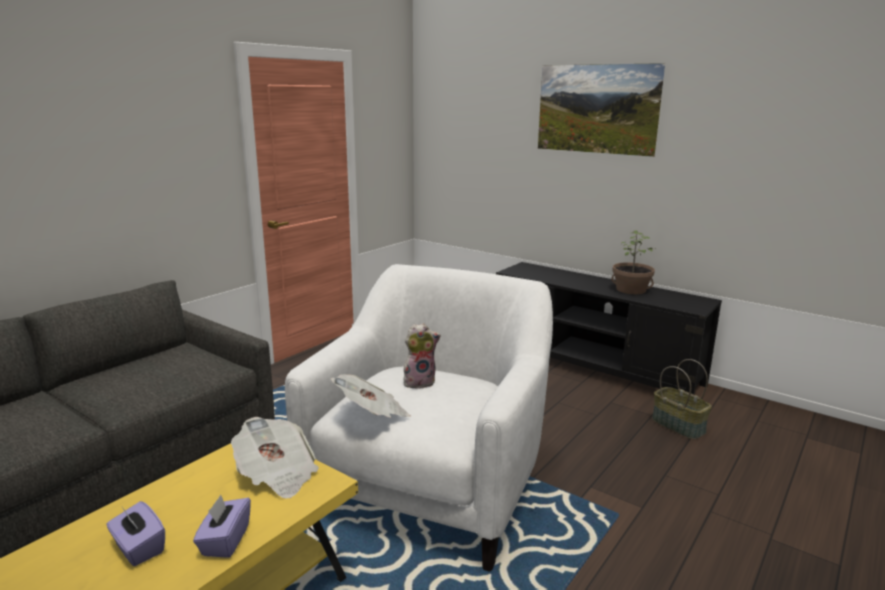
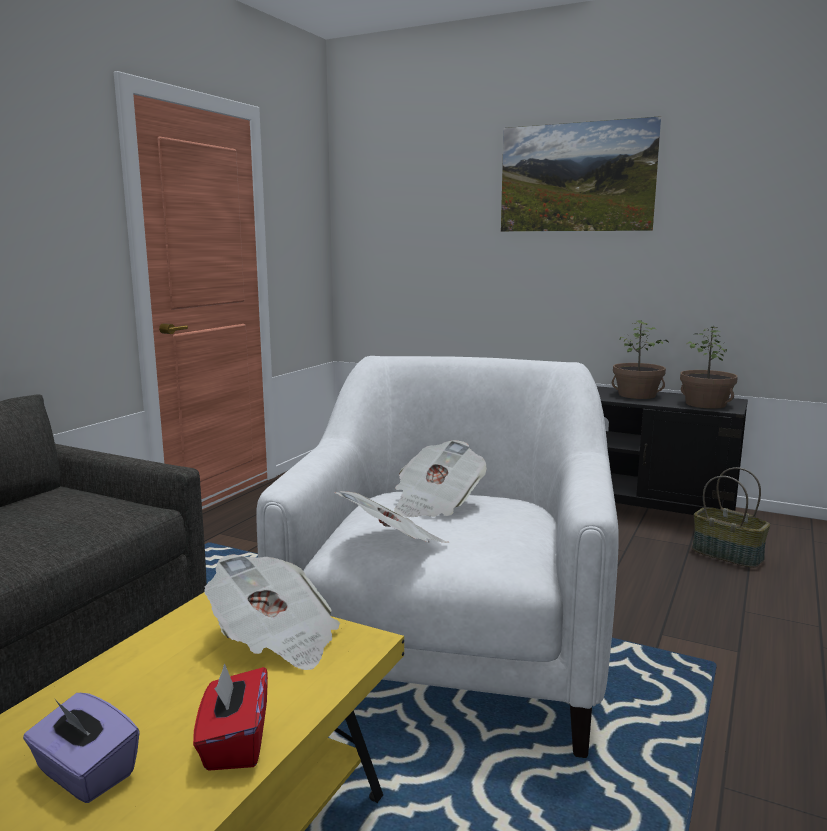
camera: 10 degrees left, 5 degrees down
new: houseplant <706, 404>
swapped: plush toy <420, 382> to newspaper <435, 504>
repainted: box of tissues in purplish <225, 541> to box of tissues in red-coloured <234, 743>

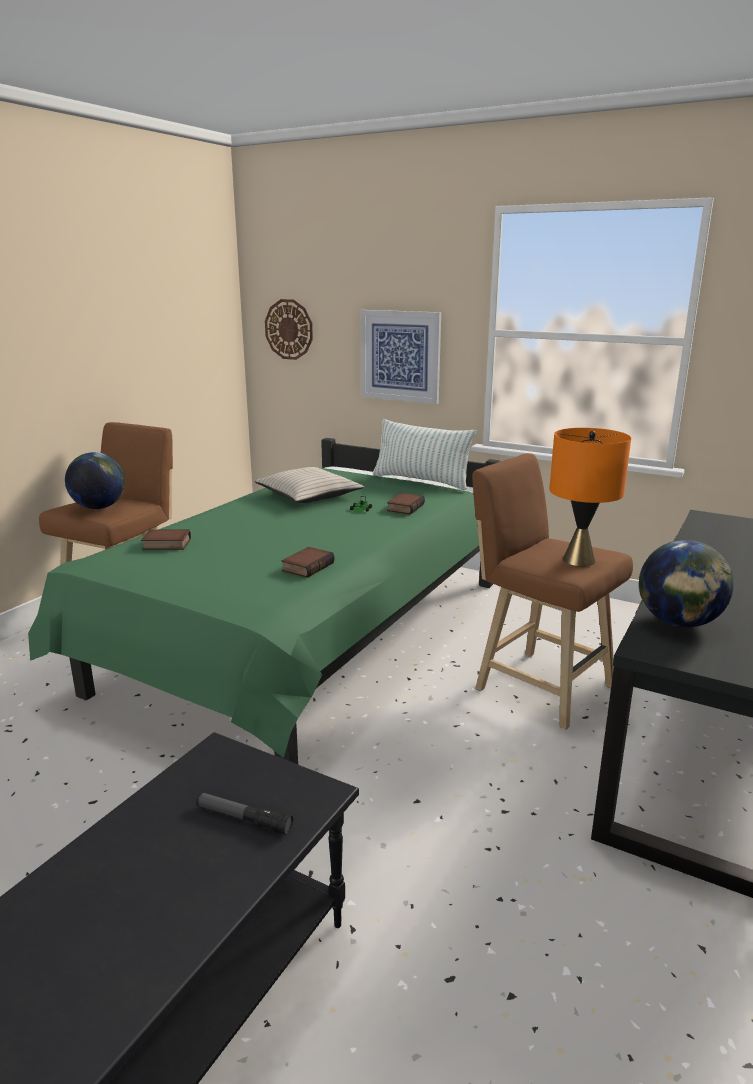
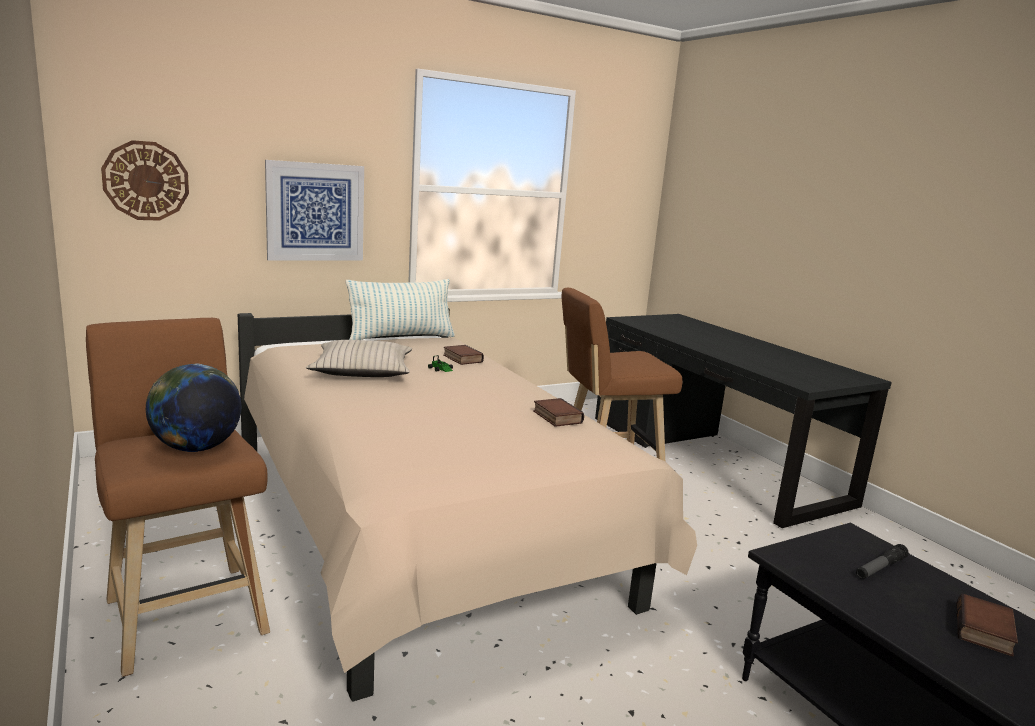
camera: 60 degrees left, 5 degrees down
gone: lamp for a table in orange <579, 560>; globe <678, 623>
shifted: bound book <165, 545> to <986, 631>
repainted: bed in green <305, 639> to bed in beige <418, 525>

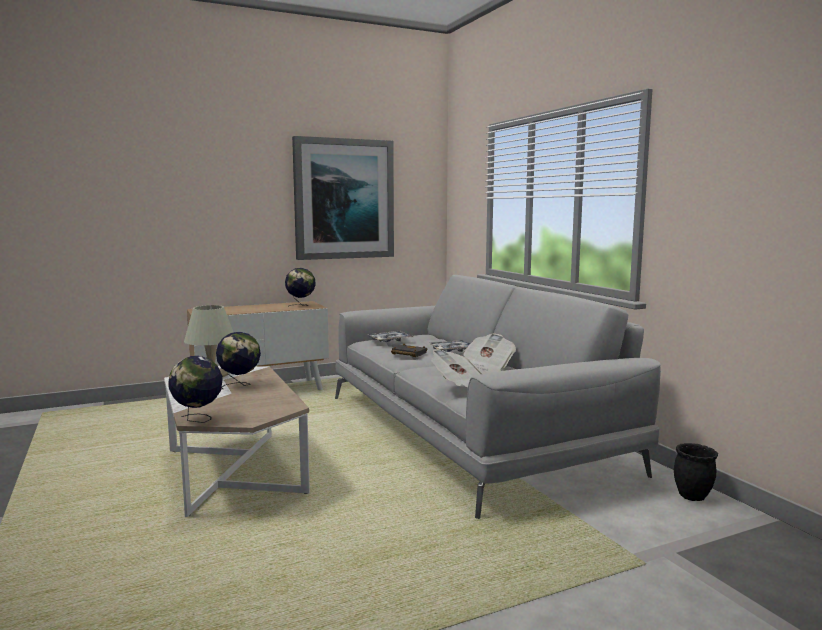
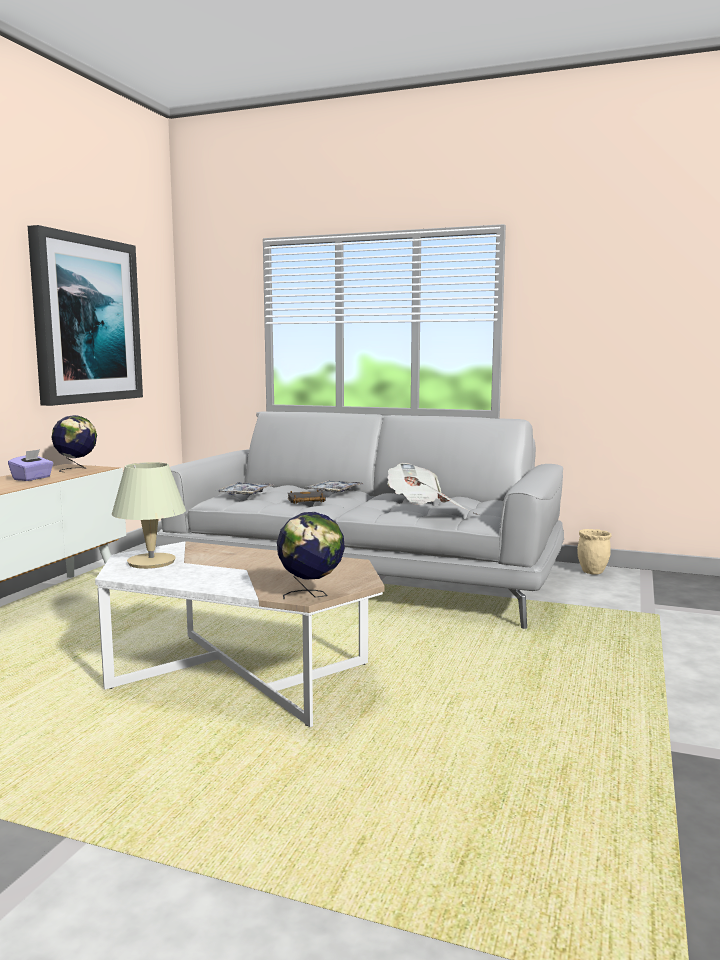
camera: 45 degrees left, 0 degrees up
gone: globe <240, 385>
new: box of tissues in purplish <32, 478>
repainted: plant pot in blackish <693, 497> to plant pot in beige <593, 572>

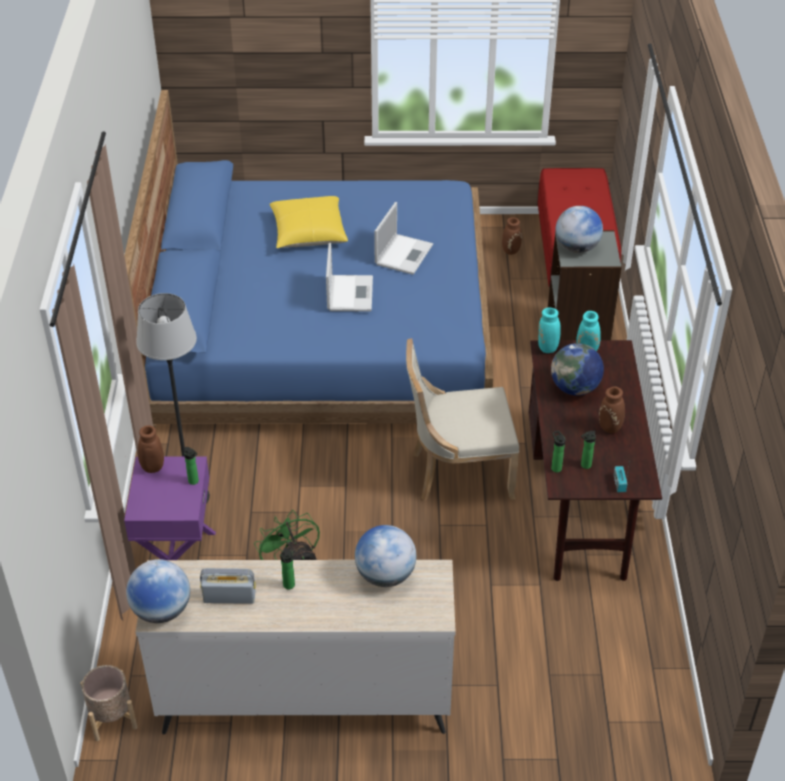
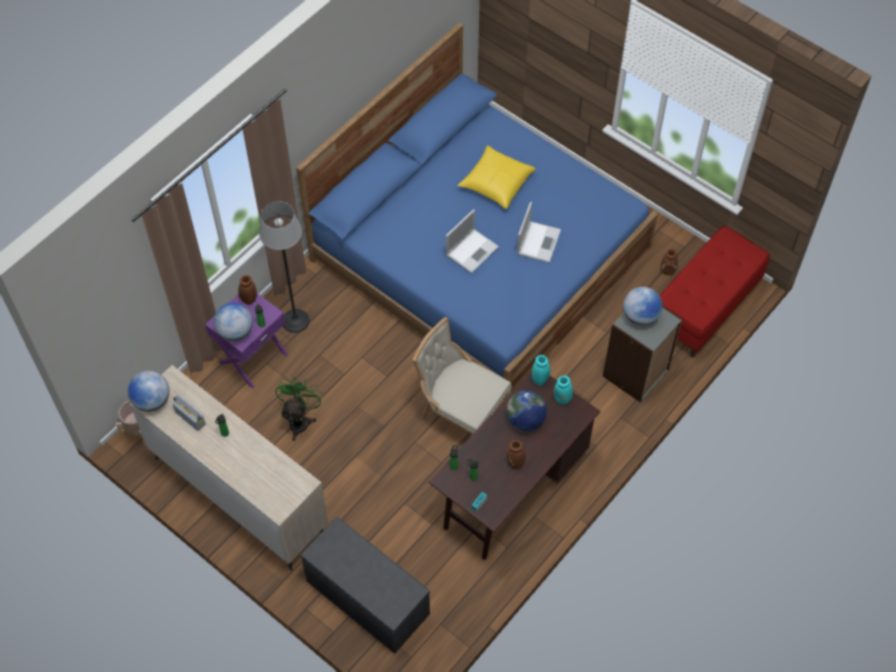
camera: 40 degrees right, 15 degrees up
new: indoor bench in greyish <366, 597>
shifted: globe <385, 575> to <235, 332>
rotated: notebook computer <404, 254> = <538, 241> 45 degrees counterclockwise

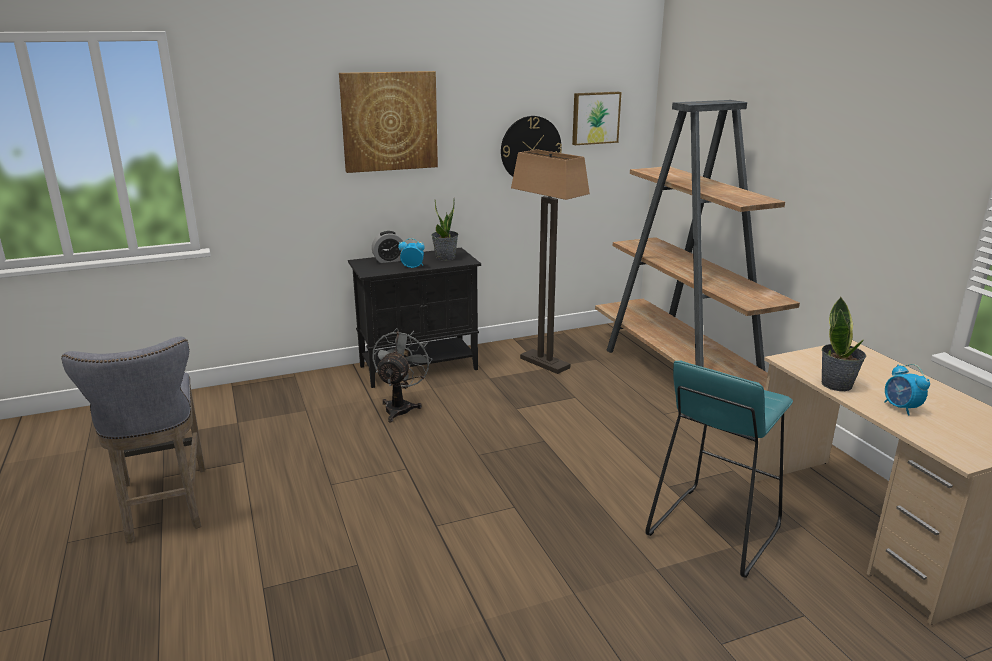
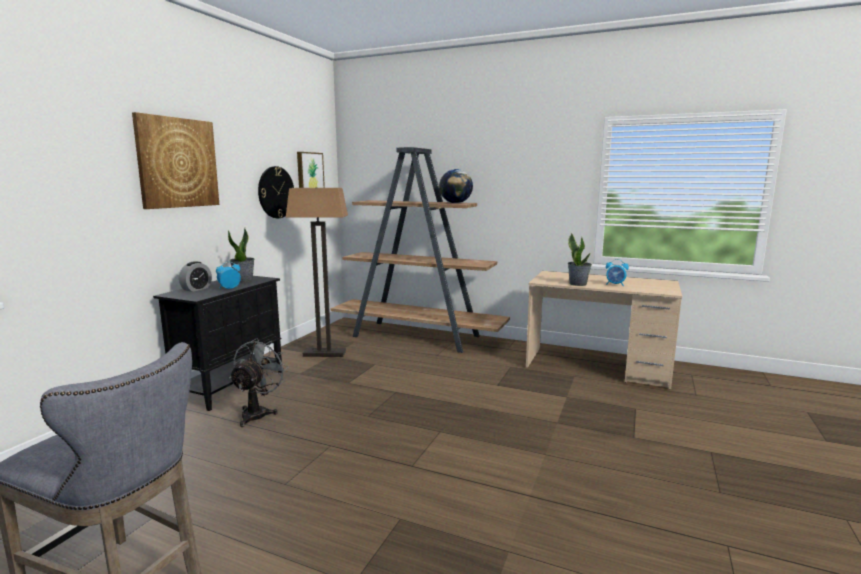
camera: 45 degrees left, 10 degrees down
gone: sitting stool in blue-green <713, 530>
new: globe <455, 203>
rotated: electric fan in greyish <401, 407> = <258, 413> 45 degrees clockwise

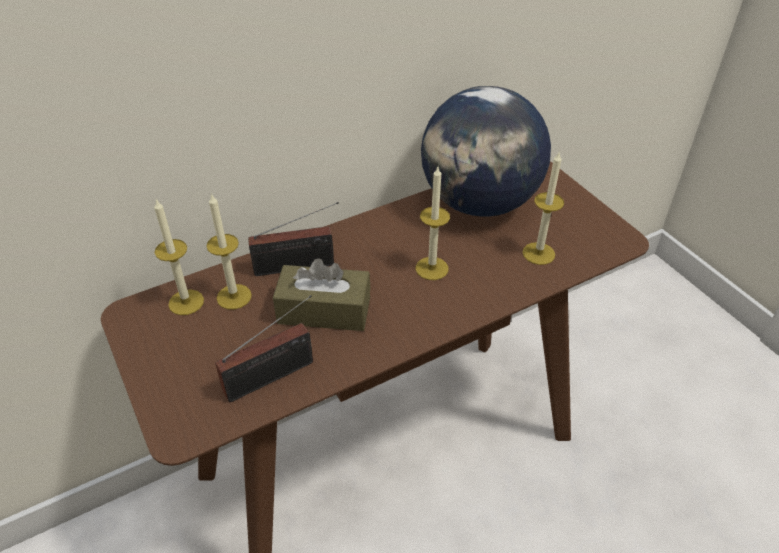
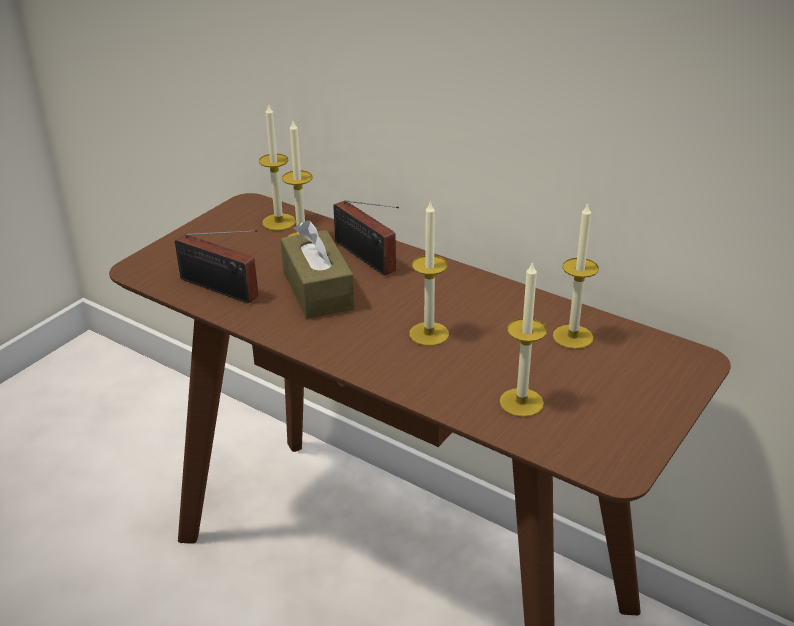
camera: 65 degrees right, 10 degrees down
swapped: globe <478, 203> to candle <572, 337>

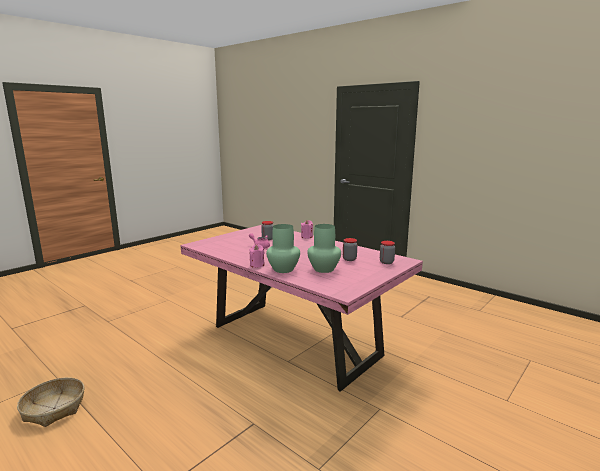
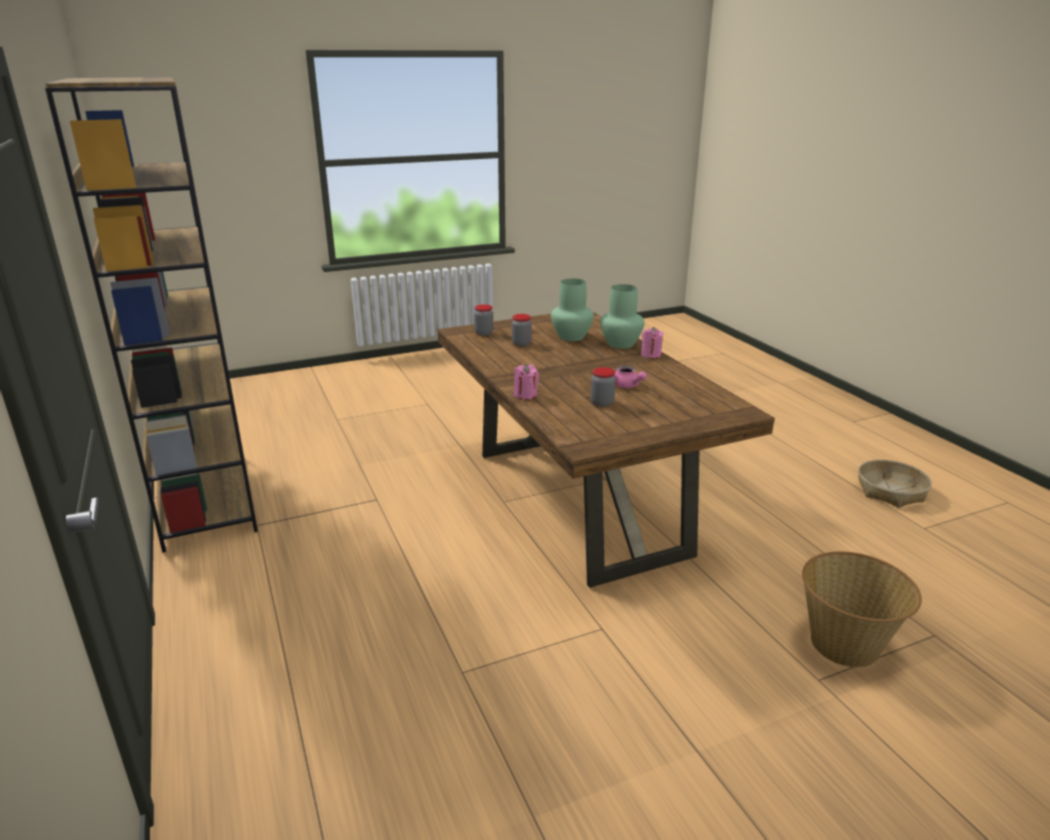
camera: 155 degrees left, 10 degrees up
new: bookcase in brown-coloured <205, 499>; storage basket <846, 644>
repainted: dinner table in pink-coloured <293, 341> to dinner table in brown-coloured <579, 502>

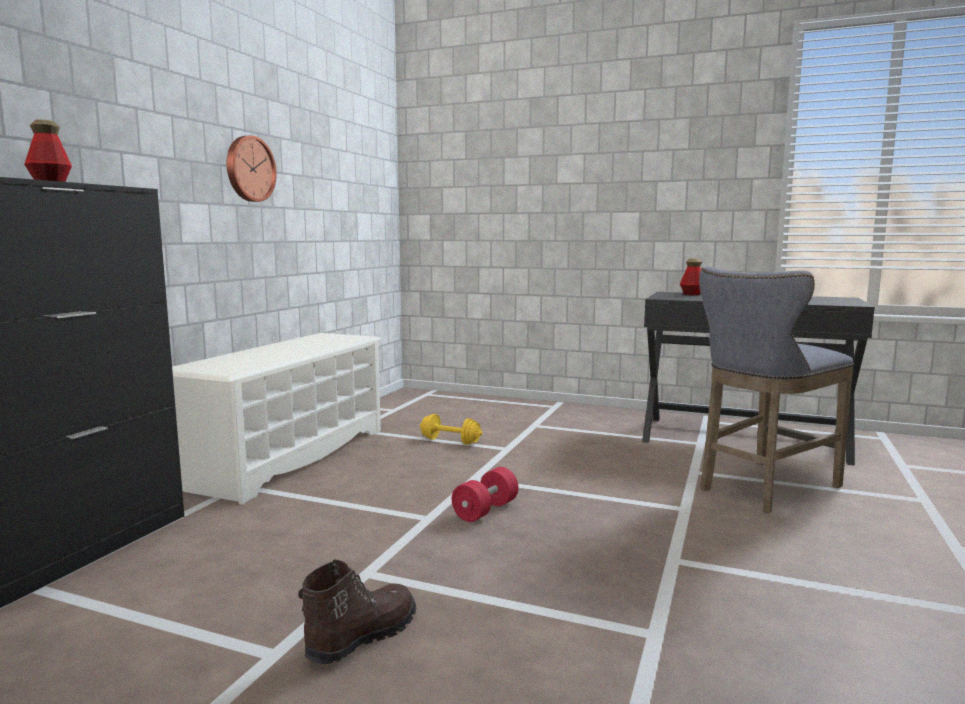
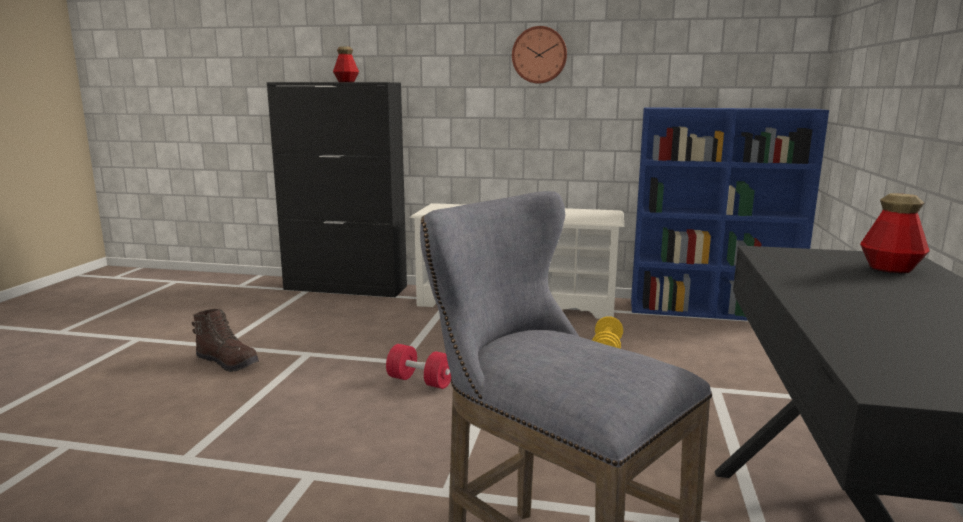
camera: 80 degrees right, 5 degrees up
new: bookcase in blue <712, 311>

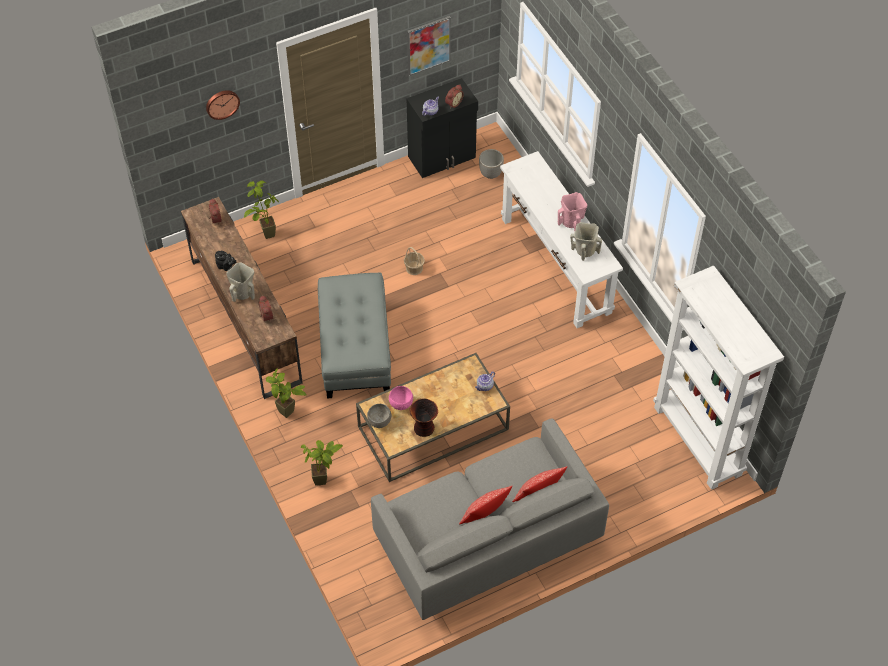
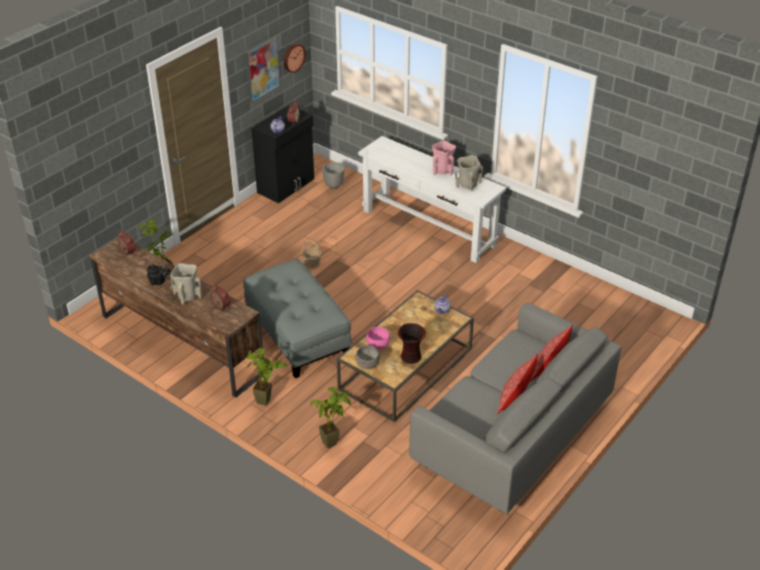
camera: 25 degrees left, 15 degrees down
gone: bookcase in white <698, 441>
shifted: clock on the wall <222, 103> to <293, 57>

